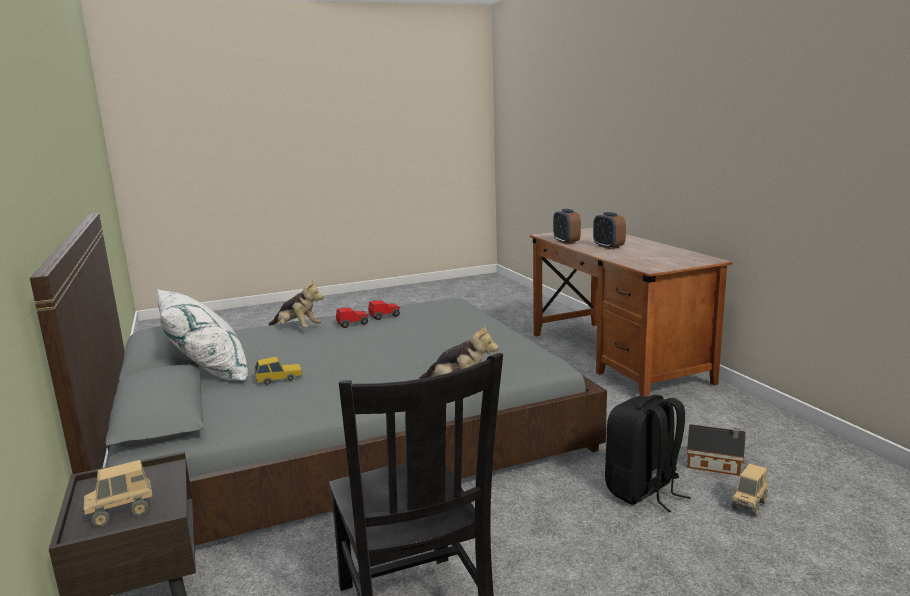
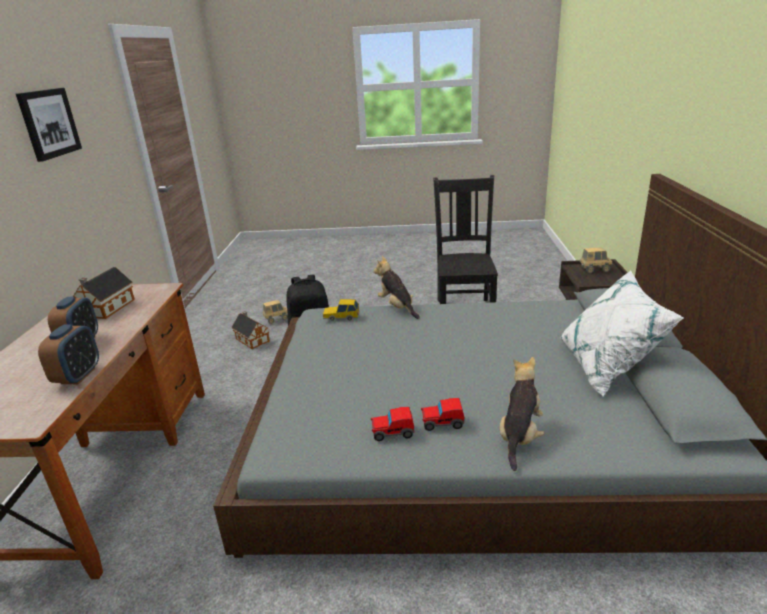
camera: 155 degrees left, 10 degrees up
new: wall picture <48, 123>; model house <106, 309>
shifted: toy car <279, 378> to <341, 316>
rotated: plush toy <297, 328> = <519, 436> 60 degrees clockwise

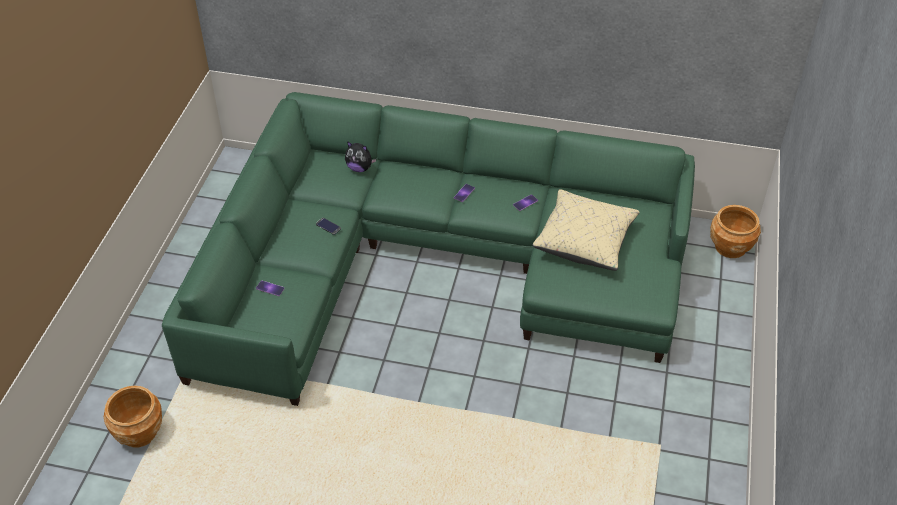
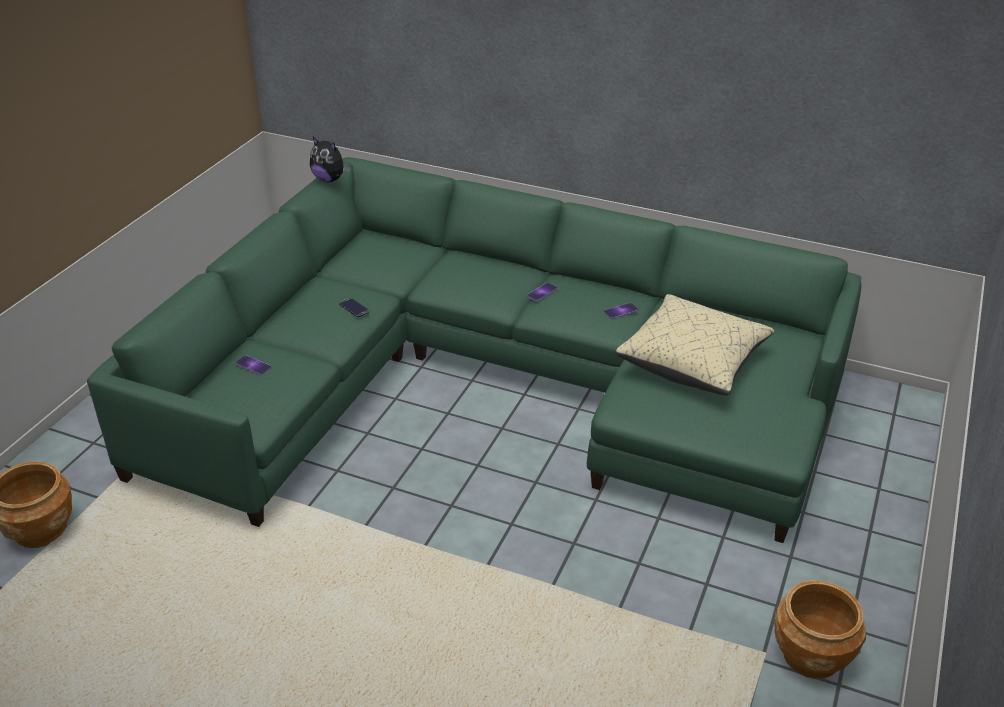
camera: 10 degrees right, 10 degrees down
shifted: plush toy <360, 168> to <329, 179>; plant pot in brown-coloured <730, 247> to <811, 655>

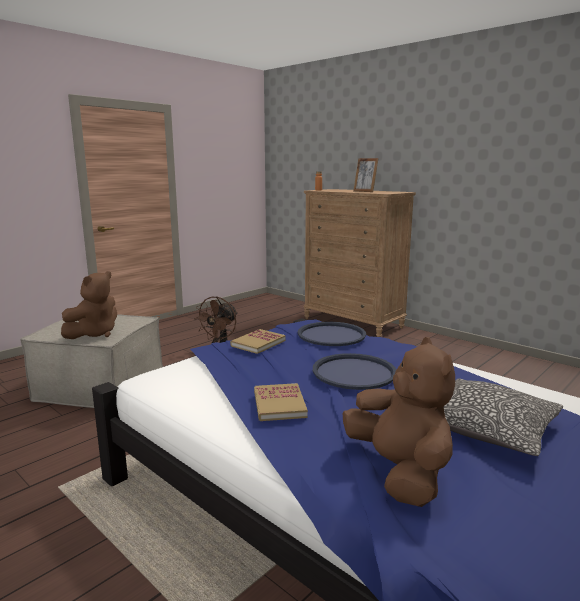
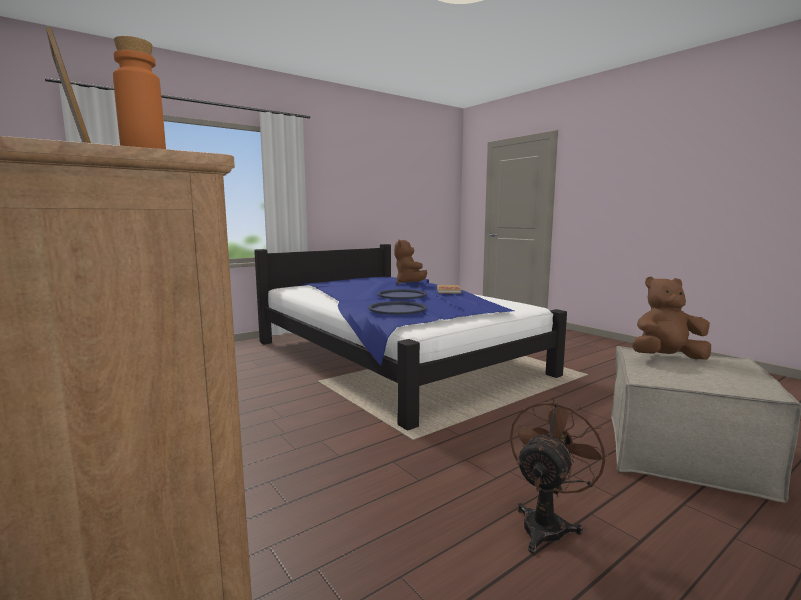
camera: 170 degrees left, 5 degrees down
gone: bound book <258, 343>; pillow <489, 429>
rotated: plush toy in brown-coloured <94, 334> = <666, 358> 45 degrees clockwise

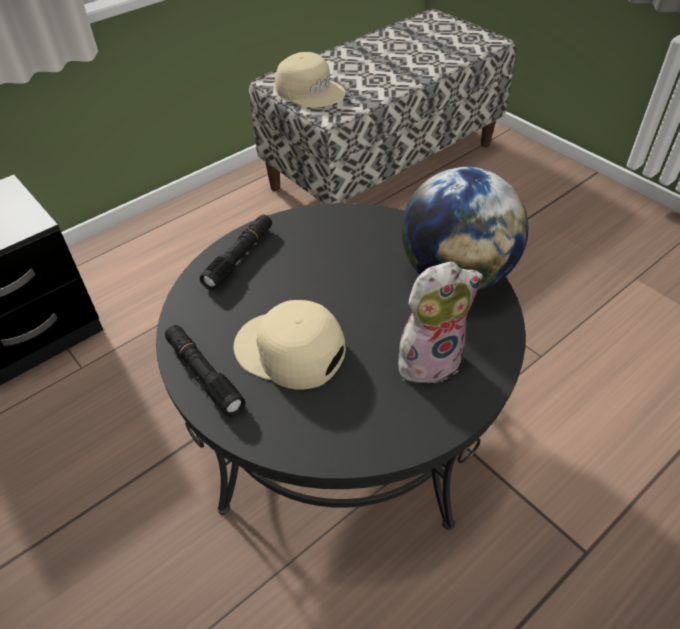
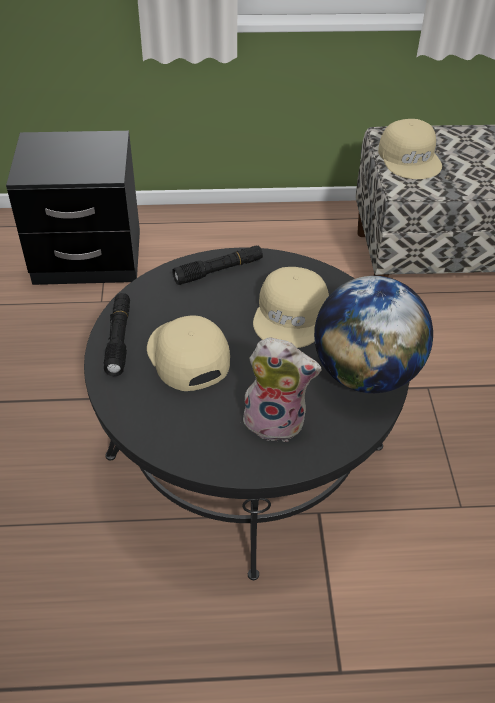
camera: 35 degrees right, 0 degrees up
new: peaked cap in beige <292, 315>

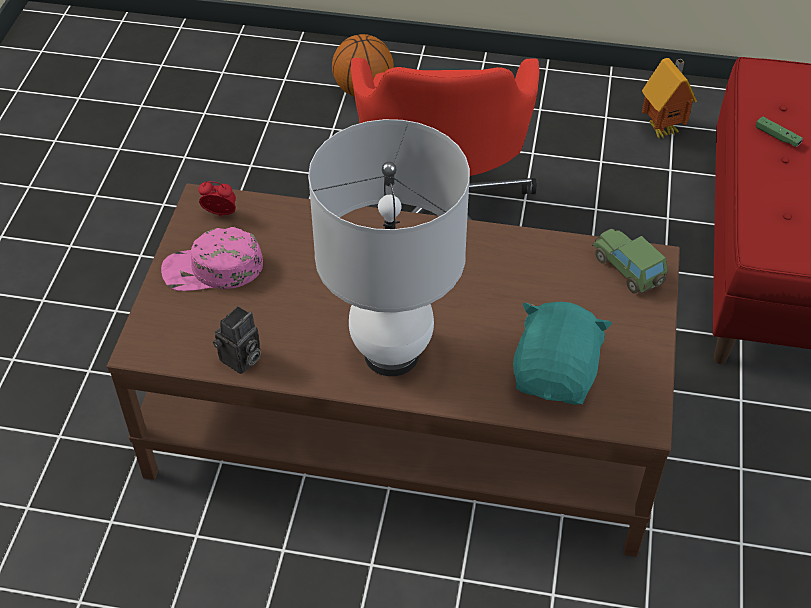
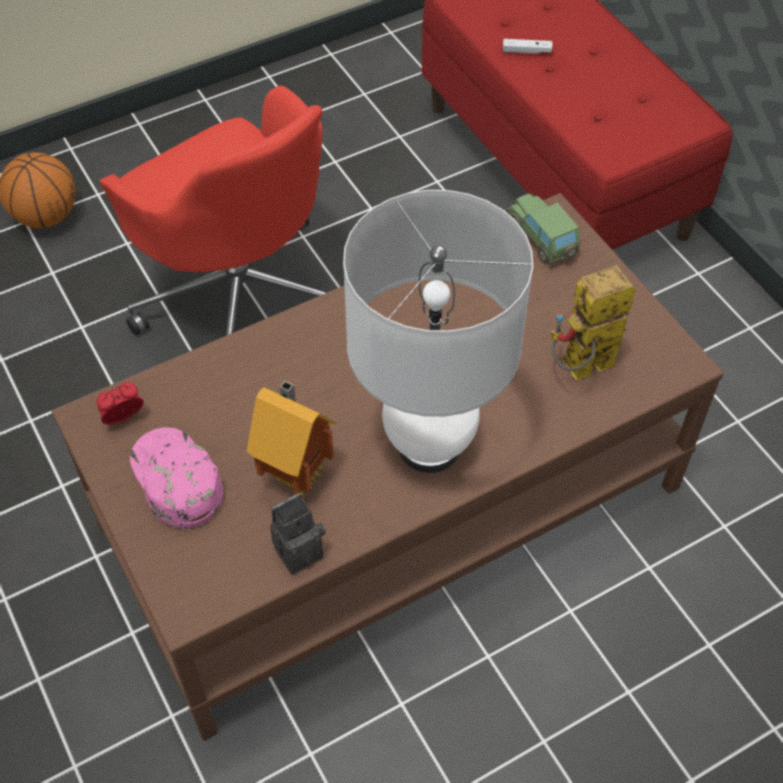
camera: 40 degrees left, 5 degrees up
shifted: model house <663, 129> to <297, 474>
swapped: plush toy in blue-green <556, 375> to robot figure <580, 370>
repainted: gamepad in green <777, 136> to gamepad in white <526, 51>
rotated: peaked cap in pink-coloured <213, 269> = <175, 480> 105 degrees clockwise; photo camera <241, 360> = <299, 549> 120 degrees counterclockwise; toy car <628, 270> = <542, 239> 45 degrees clockwise

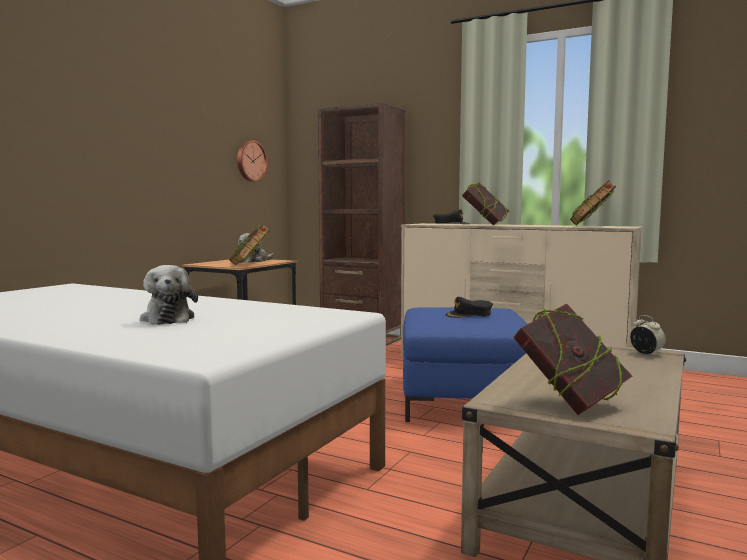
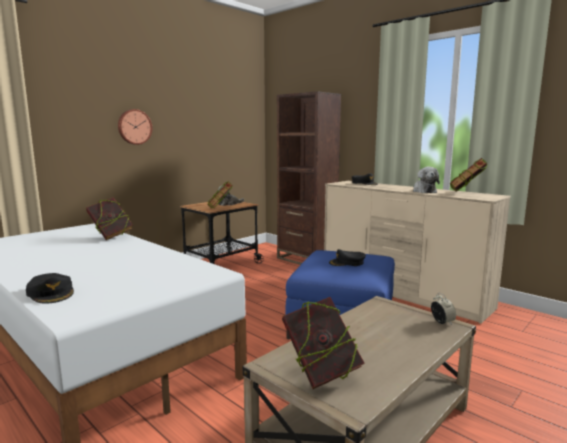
camera: 15 degrees right, 5 degrees up
new: peaked cap in blackish <51, 293>
shifted: plush toy <168, 318> to <423, 191>; clock on the wall <250, 161> to <134, 127>; bound book <485, 225> to <111, 236>

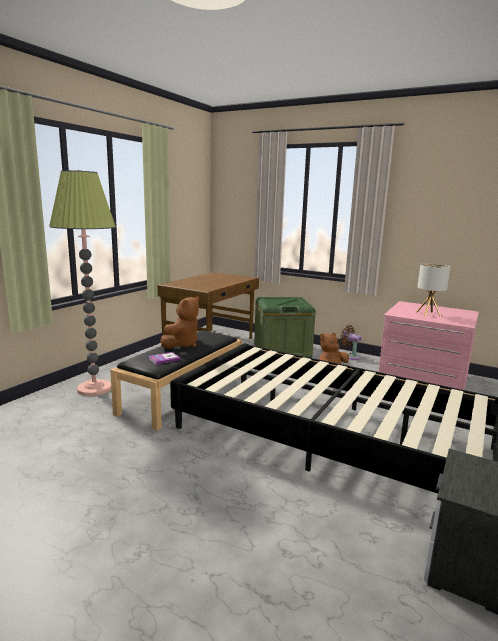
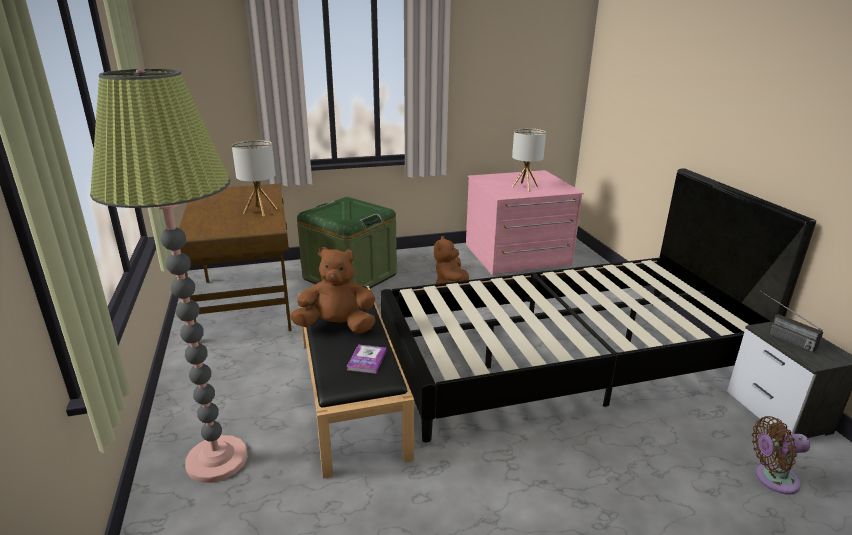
camera: 45 degrees left, 10 degrees up
new: lamp for a table <260, 211>; radio <779, 336>
shifted: electric fan in brown-coloured <350, 356> to <772, 479>
rotated: plush toy in brown-coloured <182, 344> = <337, 327> 75 degrees counterclockwise

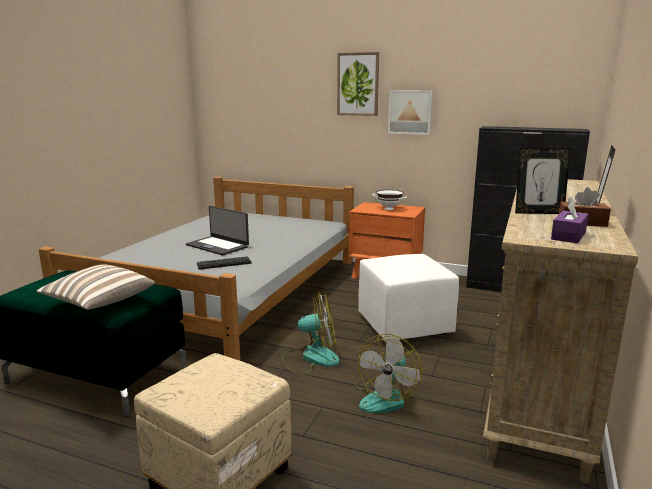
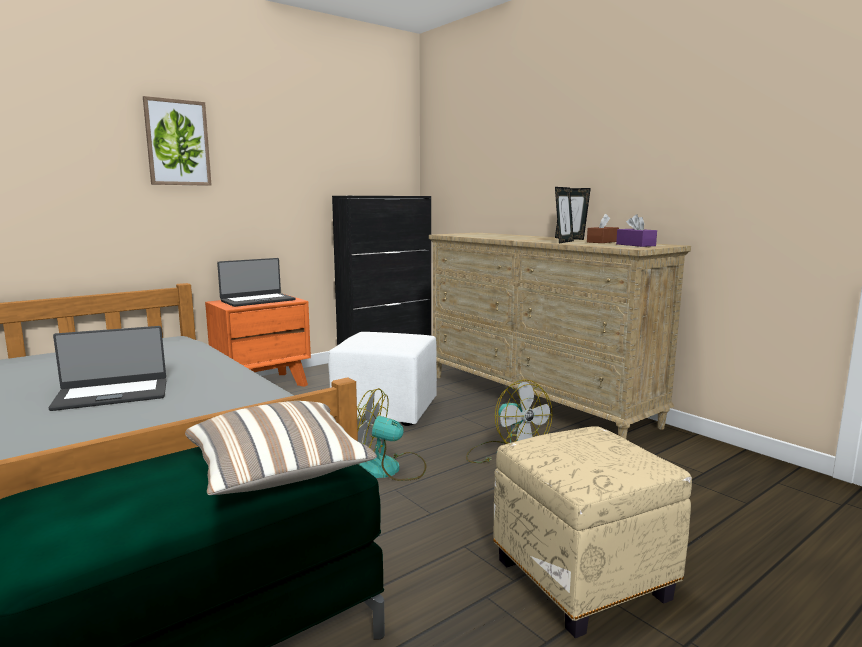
camera: 60 degrees left, 5 degrees down
gone: keyboard <224, 264>; wall picture <410, 112>
swapped: deep dish in white <389, 208> to notebook computer <257, 300>
rotated: electric fan <311, 358> = <389, 468> 105 degrees counterclockwise

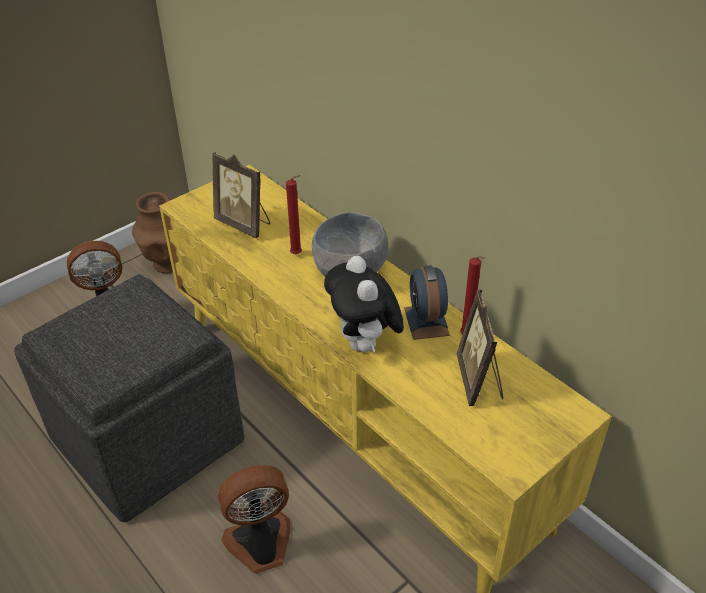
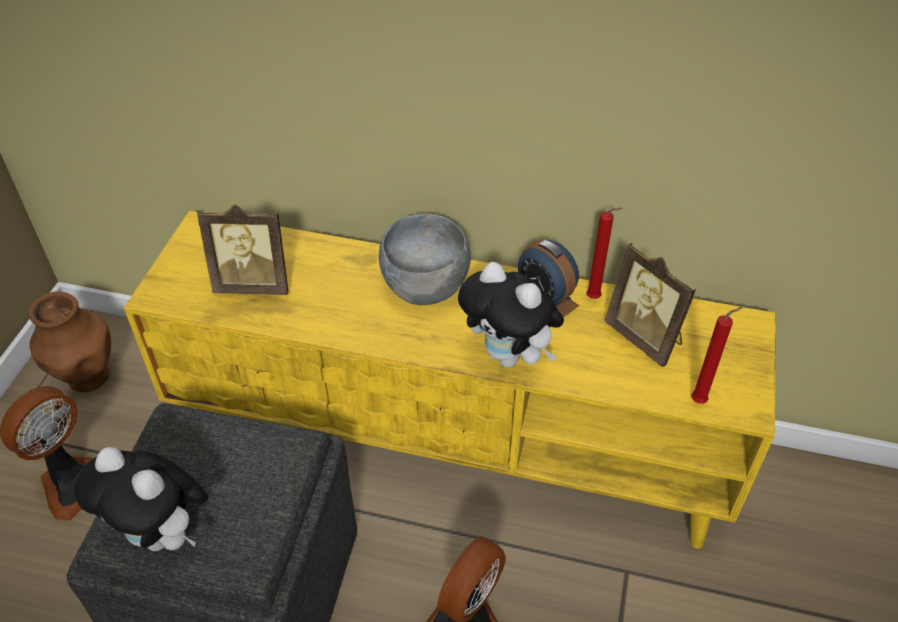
camera: 35 degrees left, 5 degrees up
new: plush toy <162, 535>
shifted: candle in red-coloured <298, 254> to <701, 401>

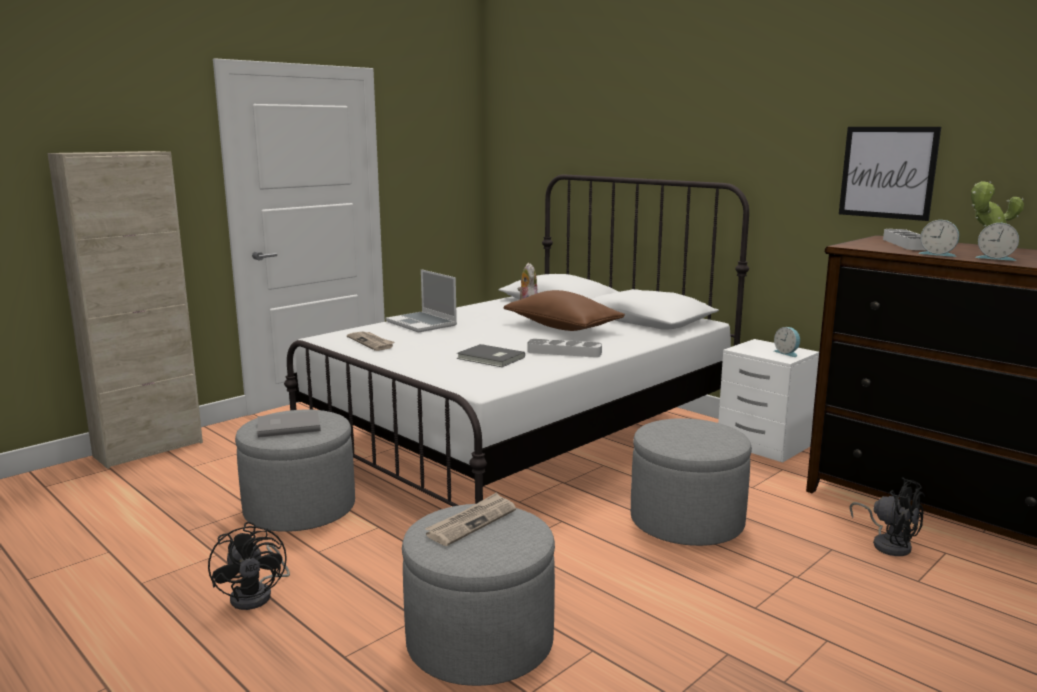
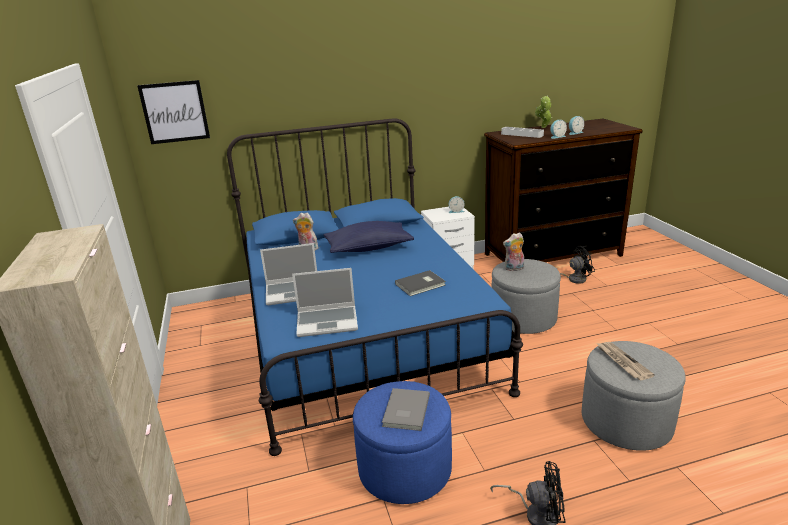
camera: 60 degrees left, 10 degrees up
gone: serving tray in greyish <564, 352>
new: plush toy <514, 269>
shifted: wall picture <887, 172> to <175, 112>
swapped: newspaper <371, 342> to notebook computer <328, 322>
repainted: ottoman in greyish <300, 509> to ottoman in blue <405, 469>; bed in white <522, 437> to bed in blue <363, 336>; pillow in brown-coloured <562, 327> to pillow in blue <368, 248>

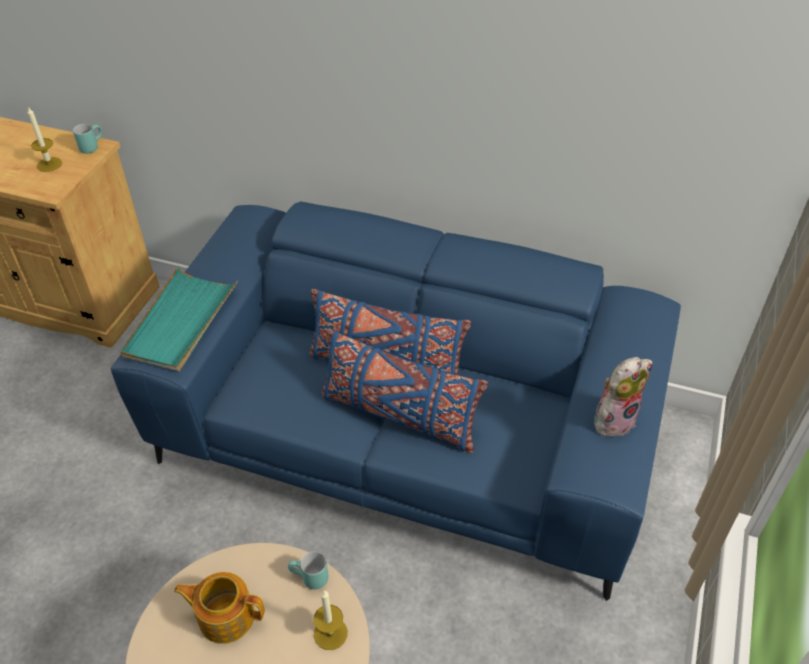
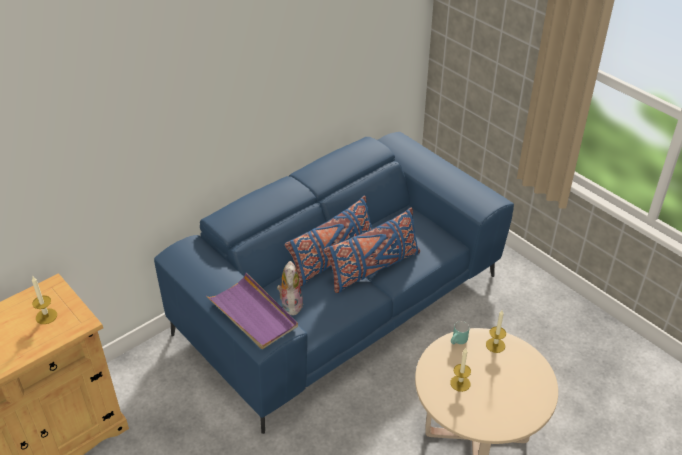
camera: 60 degrees left, 5 degrees down
gone: coffee mug in blue-green <91, 146>
shifted: plush toy <614, 419> to <290, 304>
swapped: teapot <225, 616> to candle <460, 383>
repainted: serving tray in blue-green <181, 322> to serving tray in purplish <253, 314>

